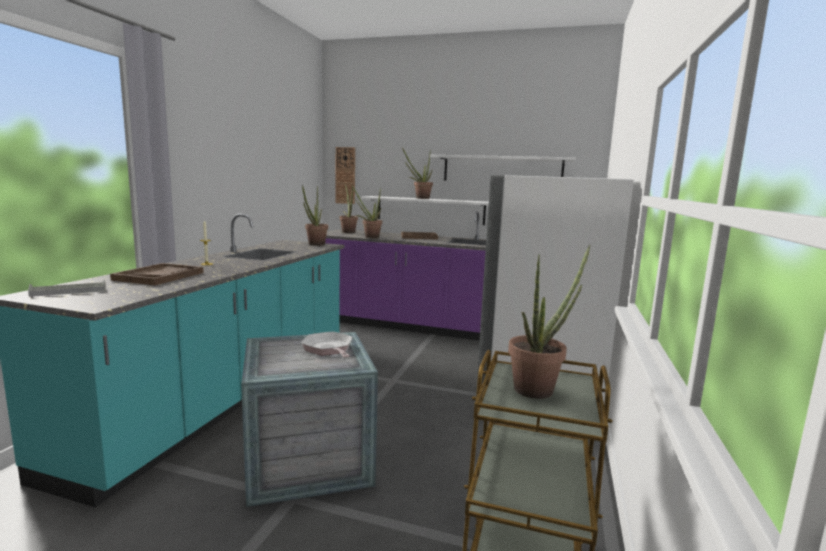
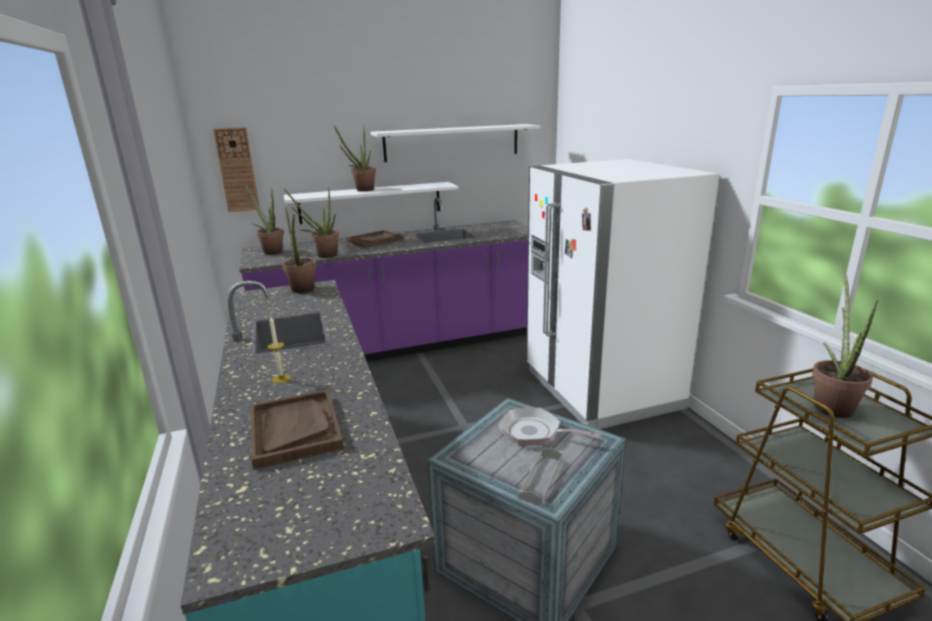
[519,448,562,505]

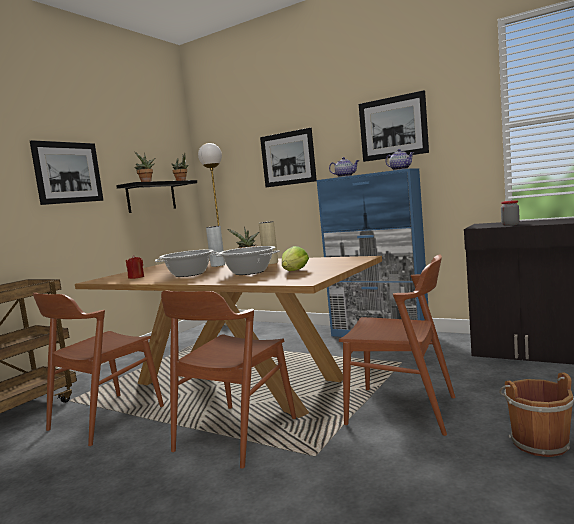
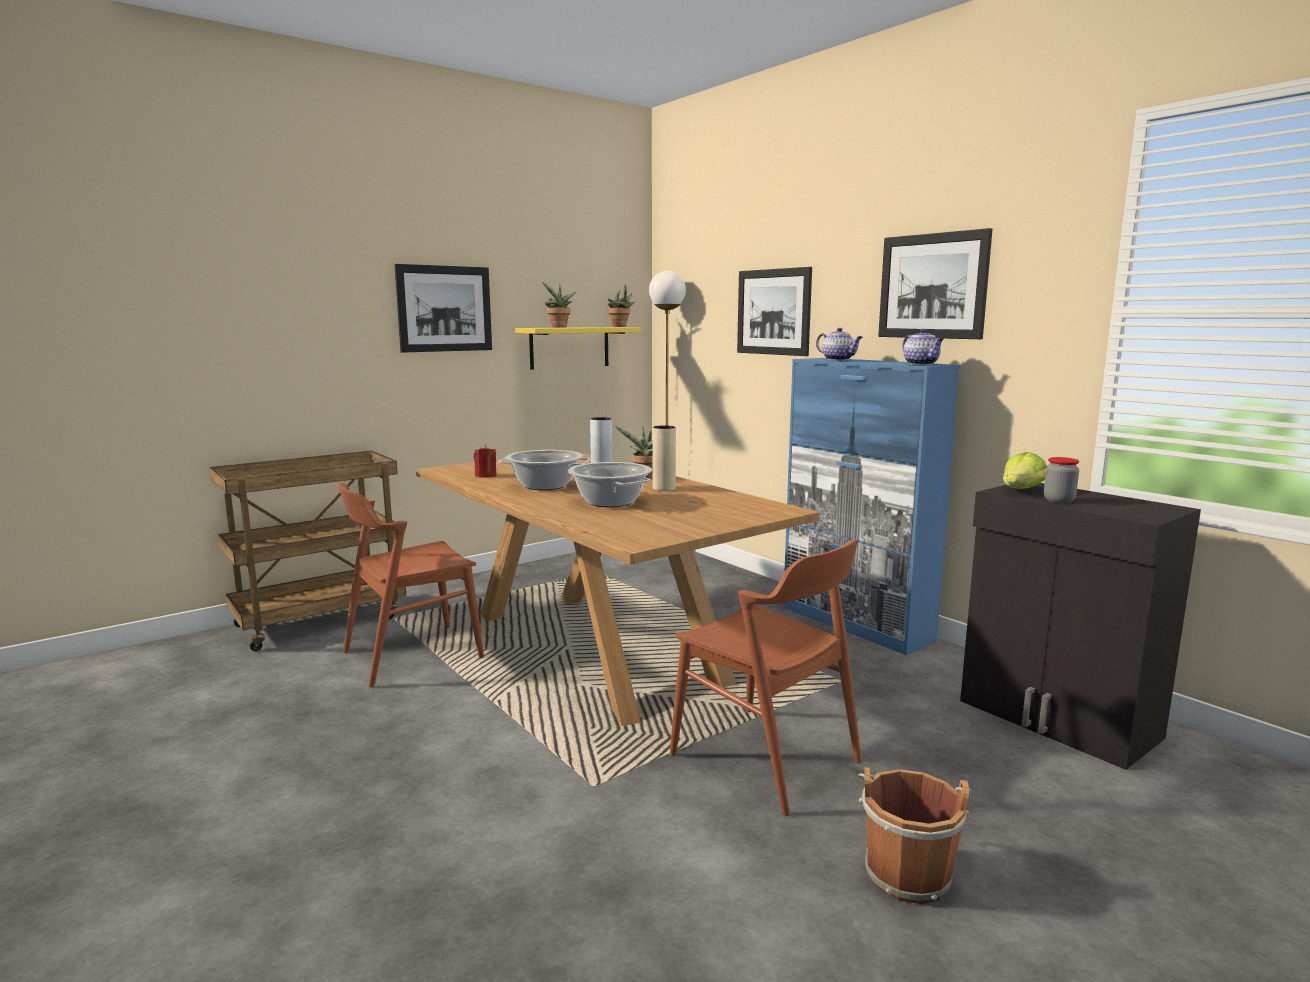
[515,327,641,370]
[161,291,296,469] (first image)
[1003,452,1047,489]

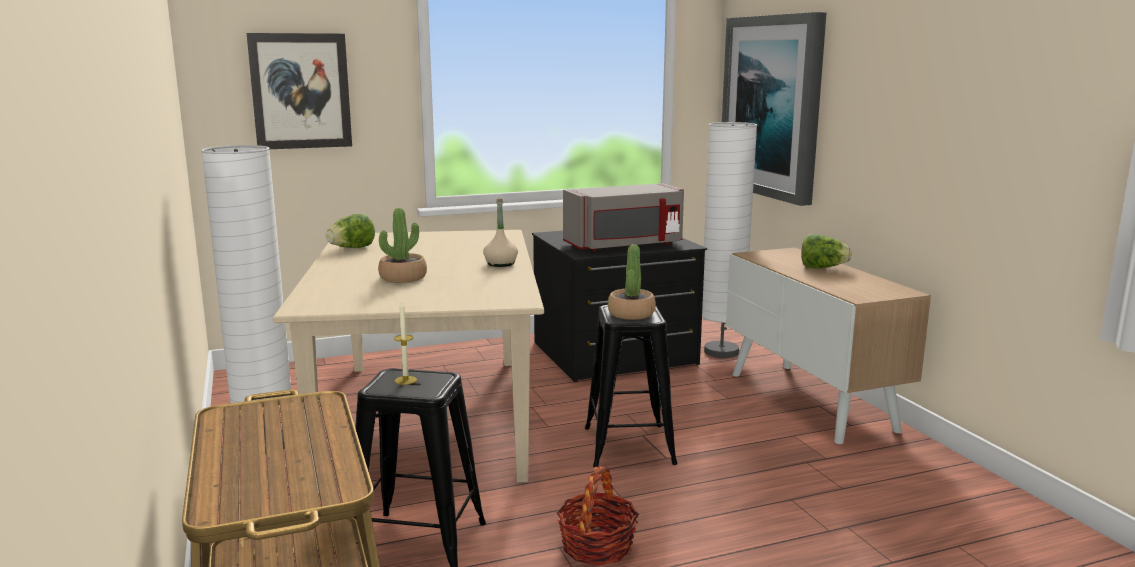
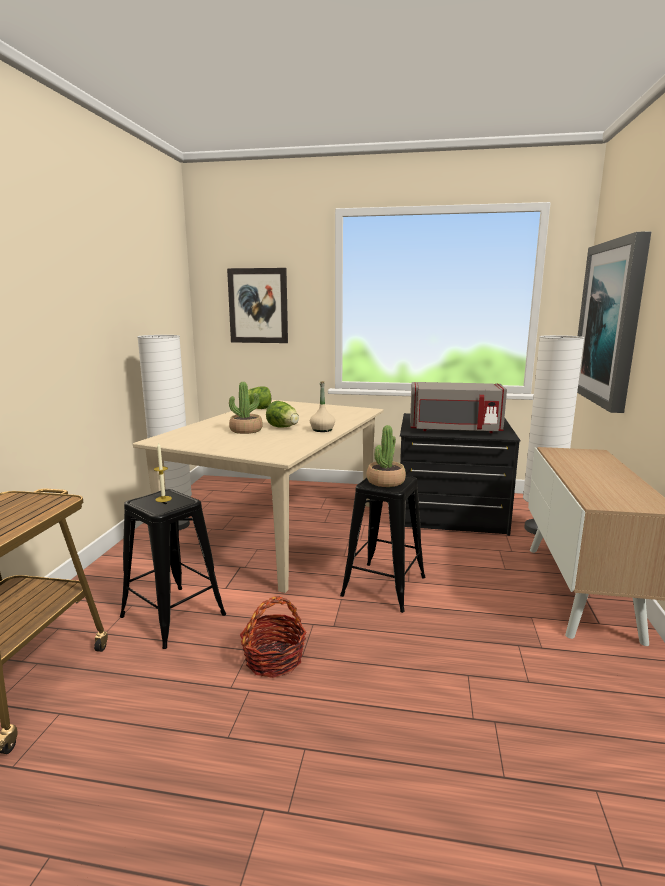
[266,401,299,428]

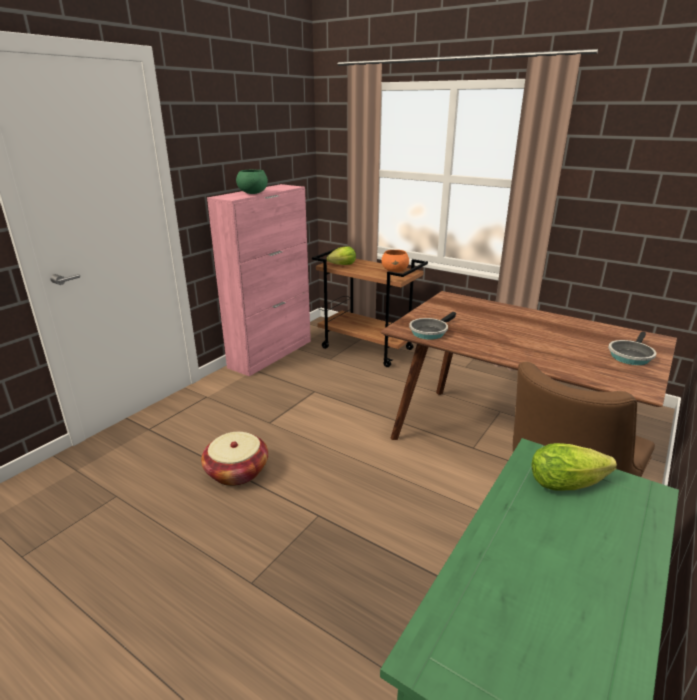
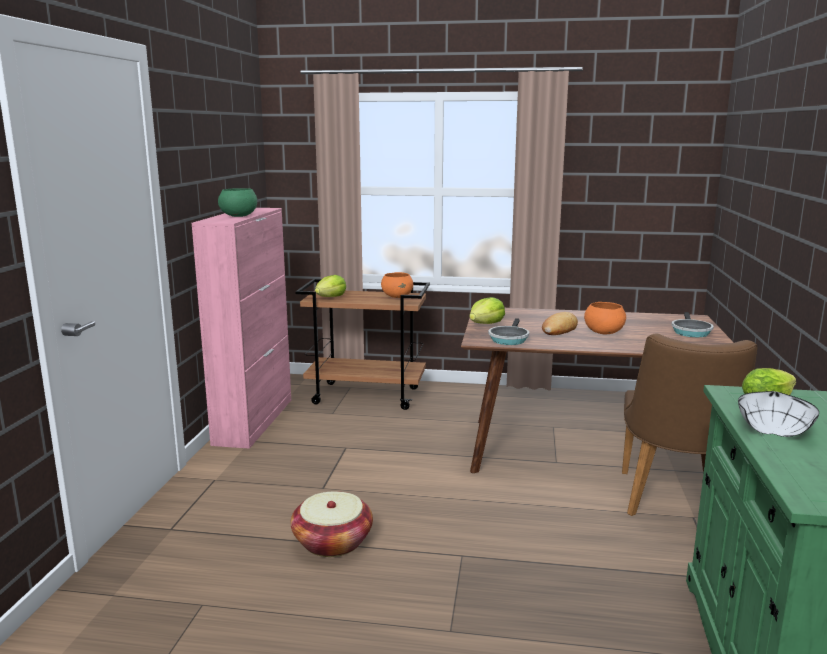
[470,297,505,324]
[542,312,578,335]
[584,302,626,334]
[738,391,819,437]

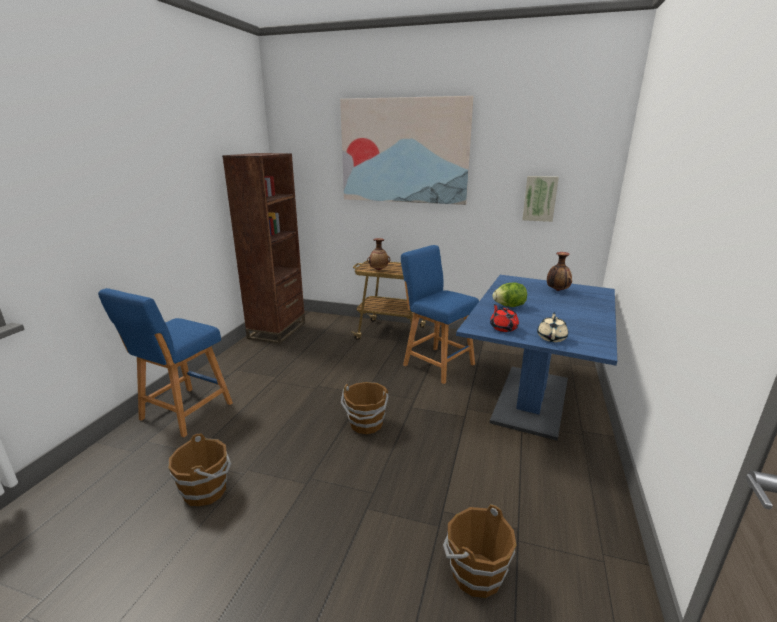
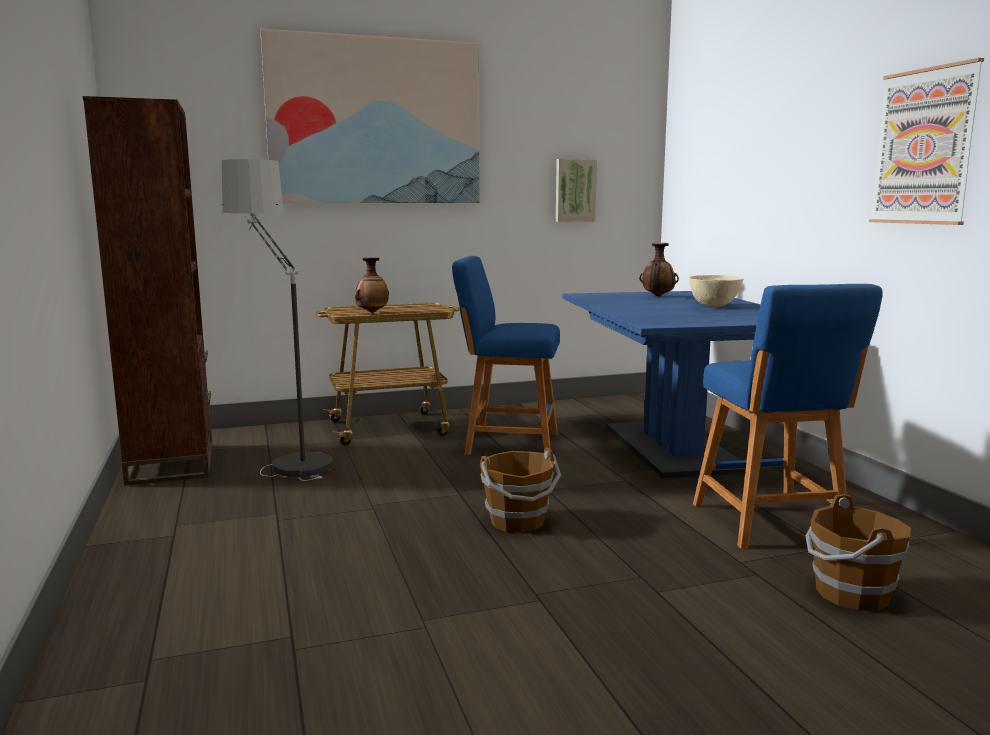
[693,284,883,549]
[169,434,231,506] (first image)
[490,304,519,332] (first image)
[492,283,527,307] (first image)
[537,313,568,342] (first image)
[222,159,333,481]
[689,275,743,307]
[869,58,984,225]

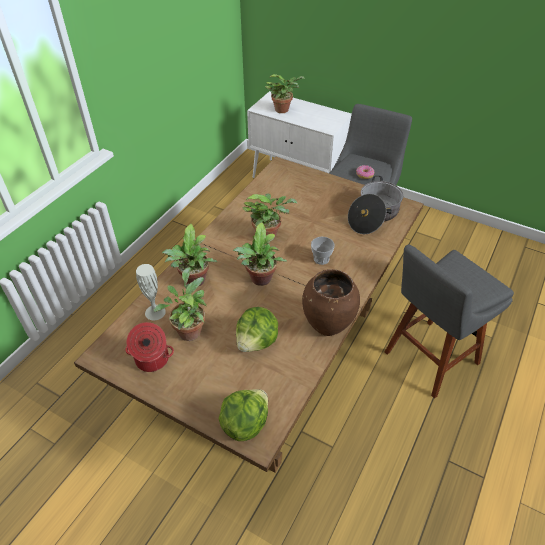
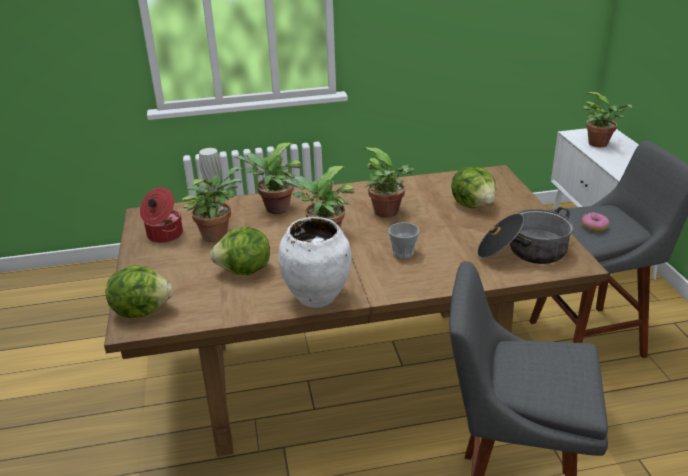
[278,217,352,308]
[451,167,496,208]

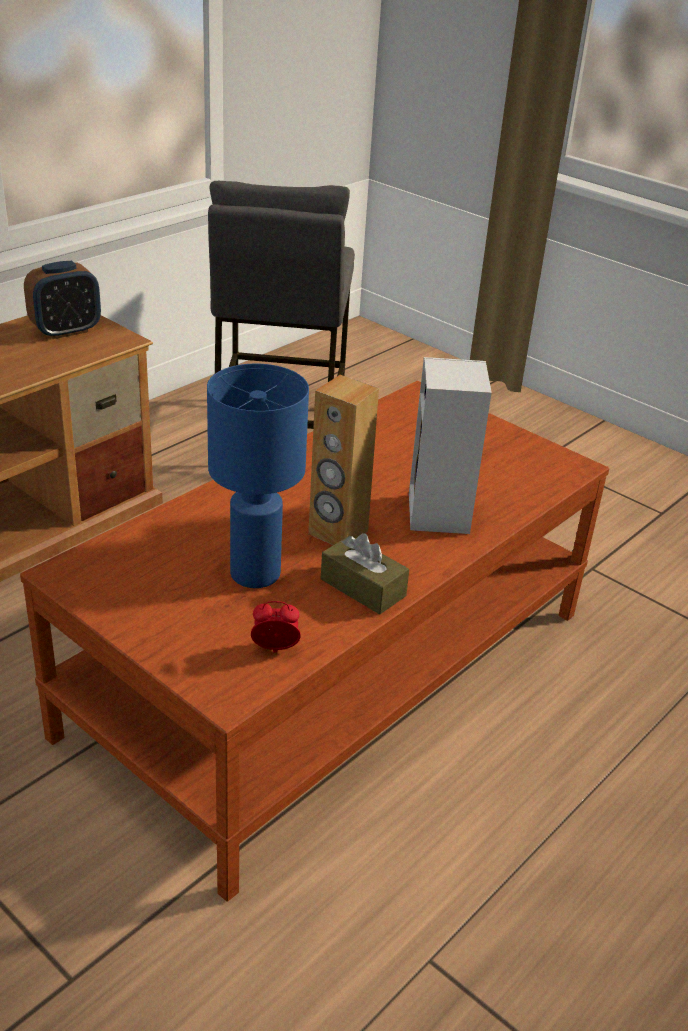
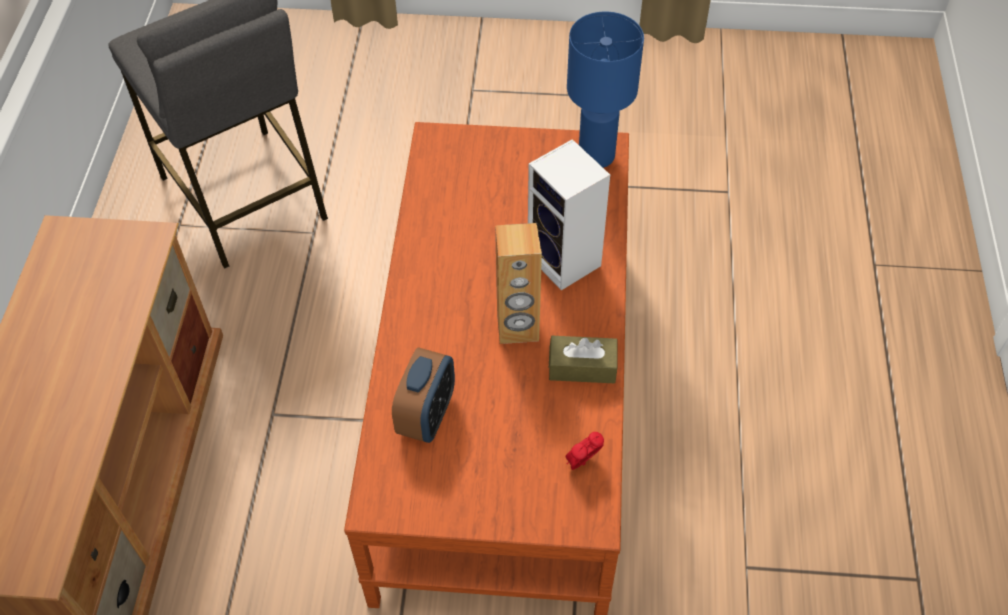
[392,348,455,443]
[567,12,644,168]

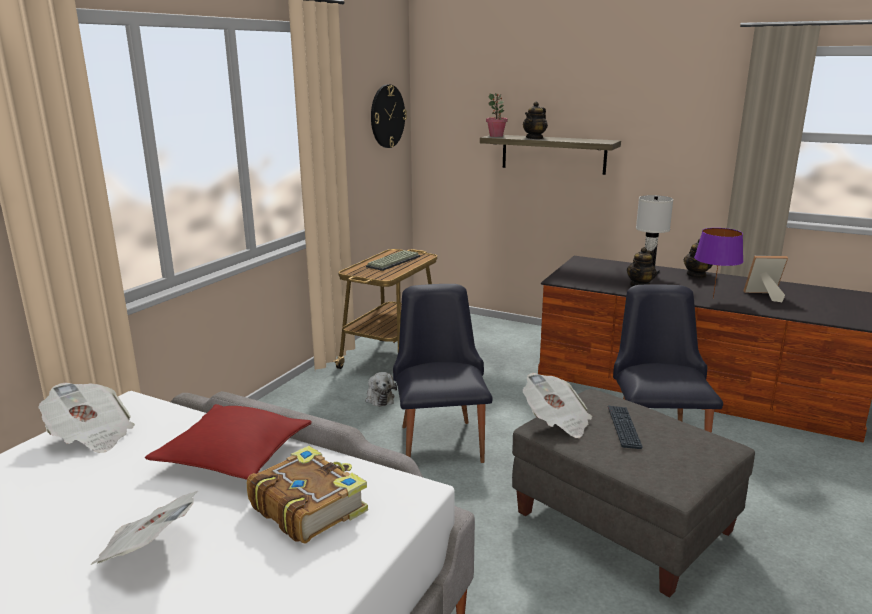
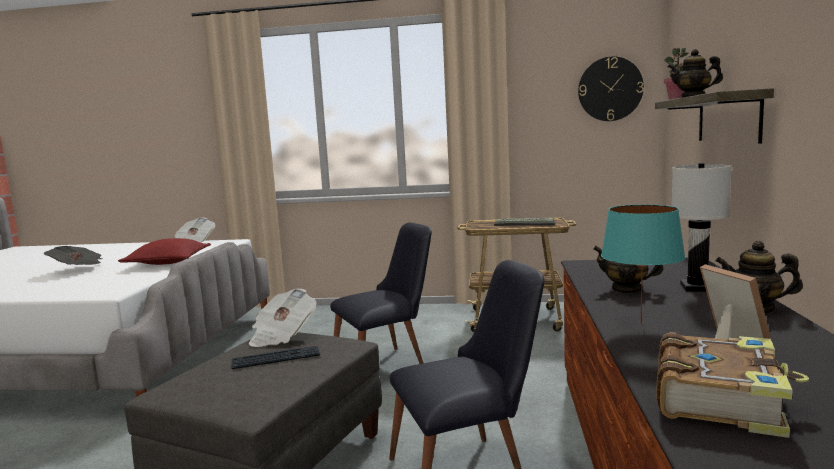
[656,332,809,438]
[365,372,397,407] (first image)
[601,205,686,325]

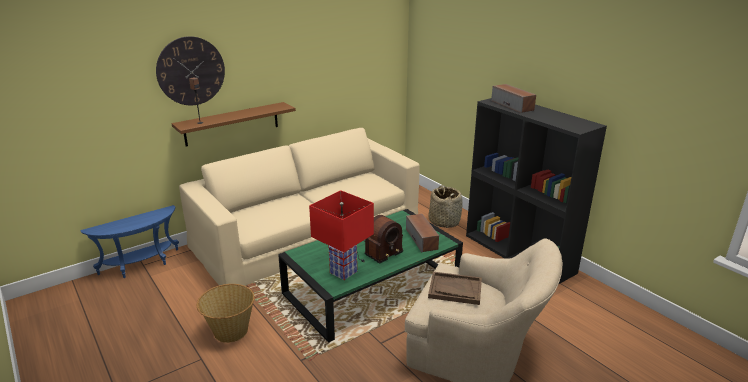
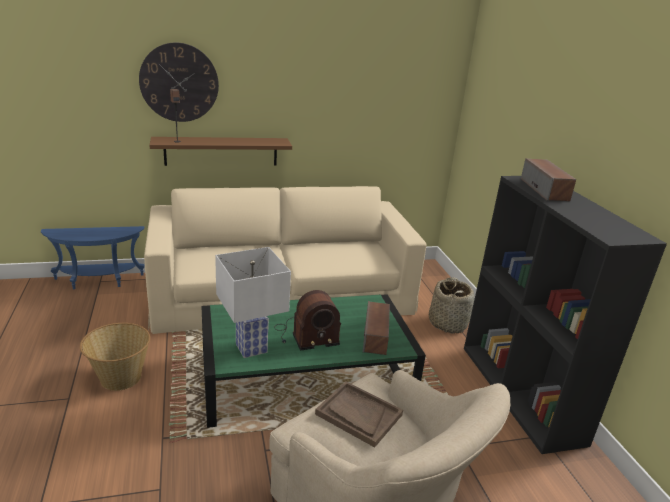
[215,247,291,358]

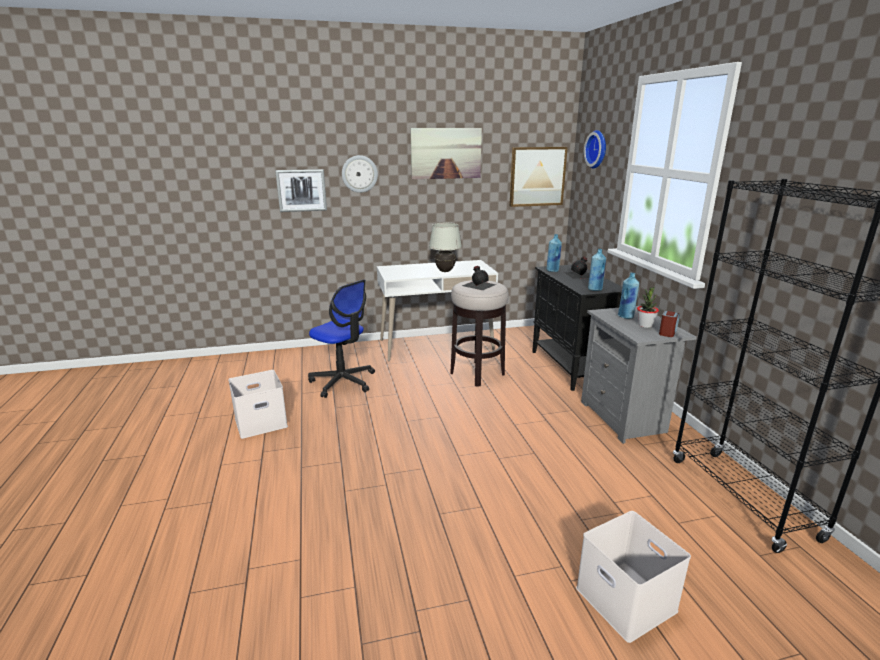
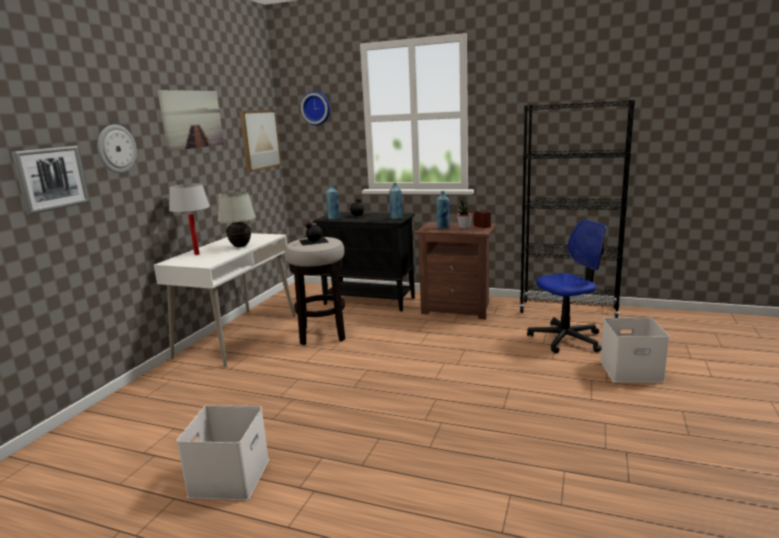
[527,219,606,353]
[415,222,497,320]
[169,184,210,255]

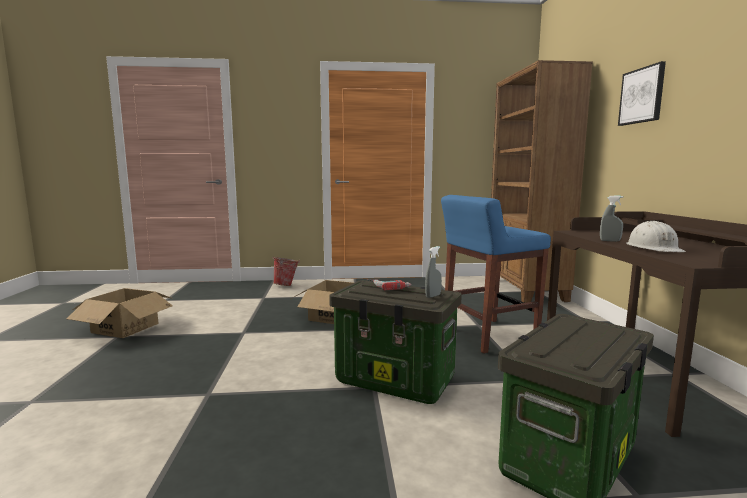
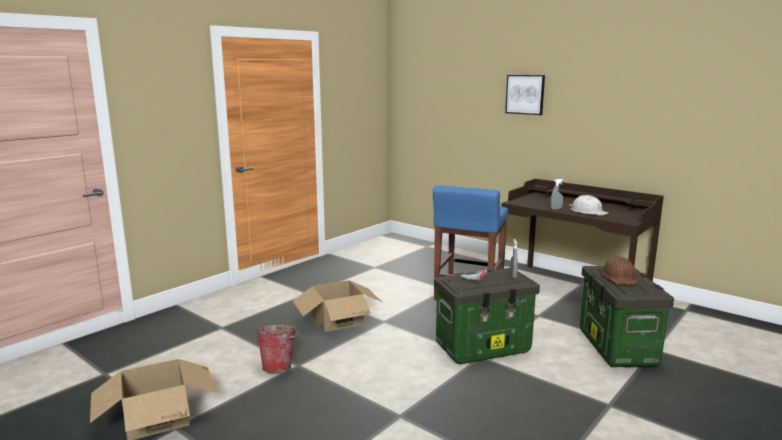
[256,323,299,373]
[491,60,593,303] (first image)
[602,256,637,285]

